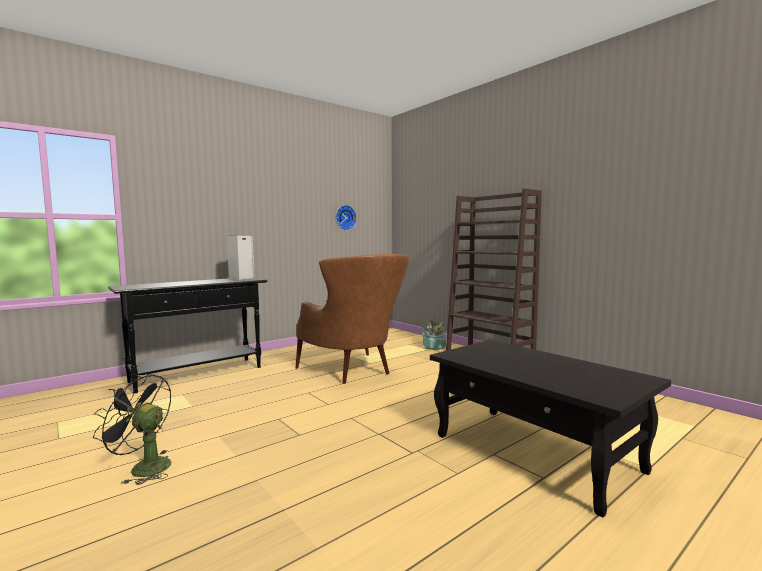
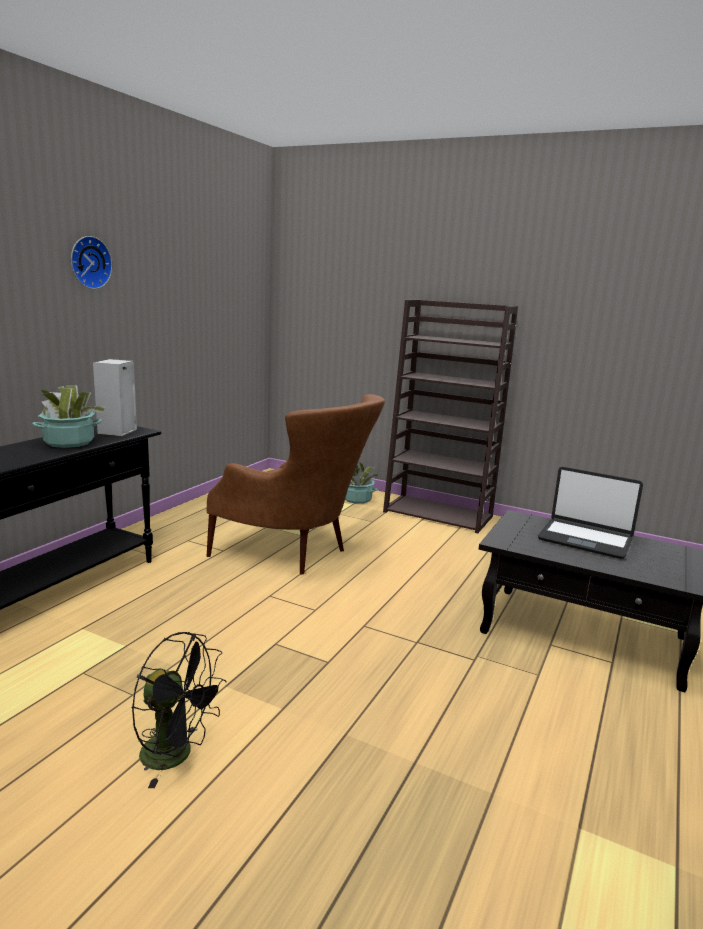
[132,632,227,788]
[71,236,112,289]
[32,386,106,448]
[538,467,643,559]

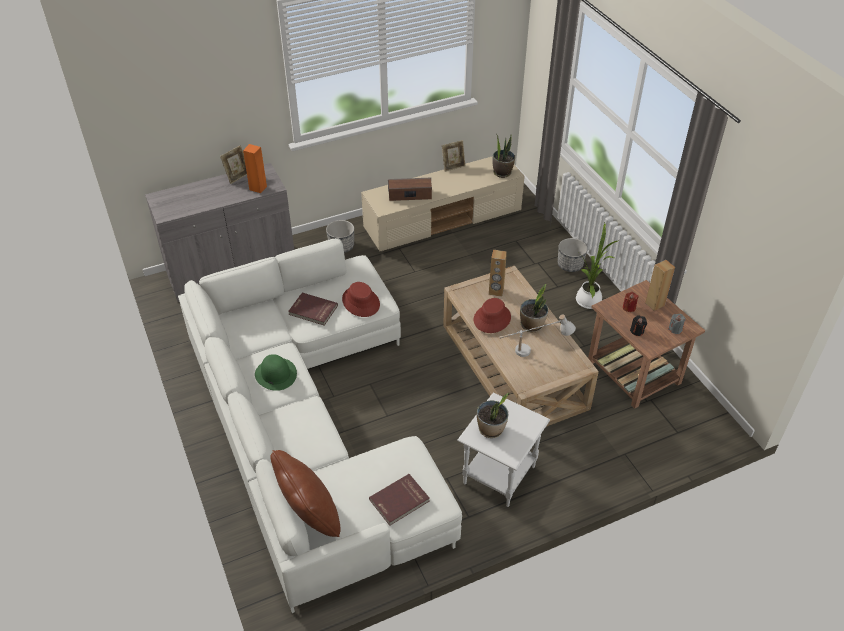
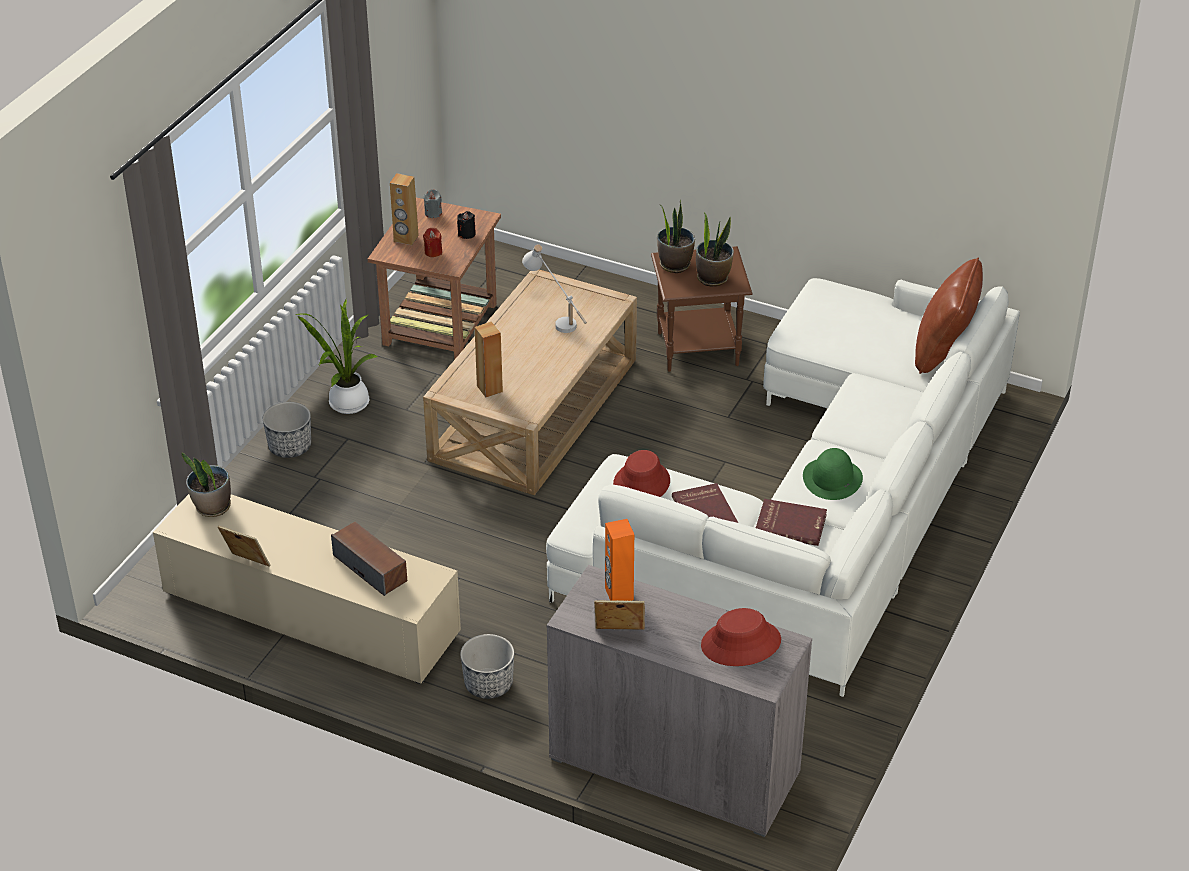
[756,499,827,546]
[651,246,752,372]
[701,608,781,666]
[657,200,695,273]

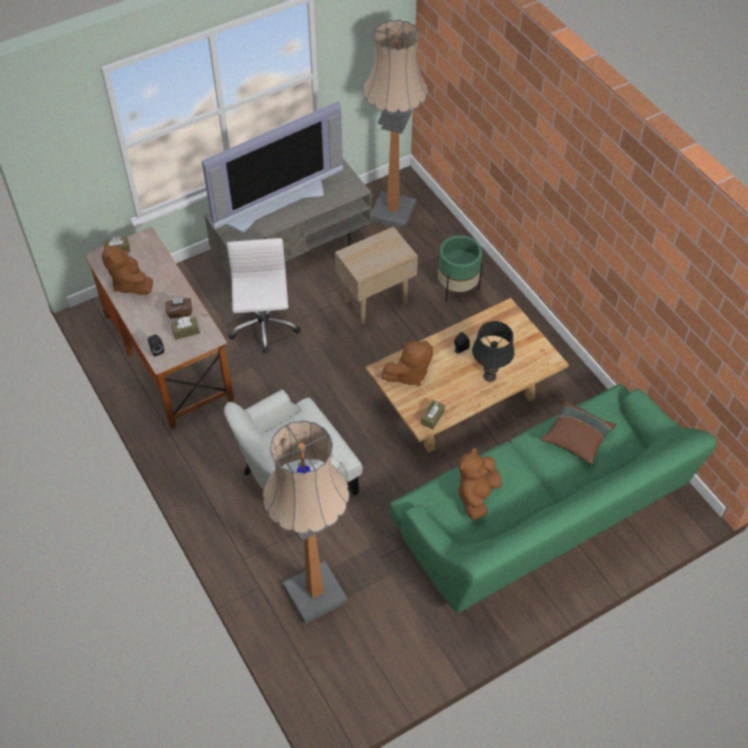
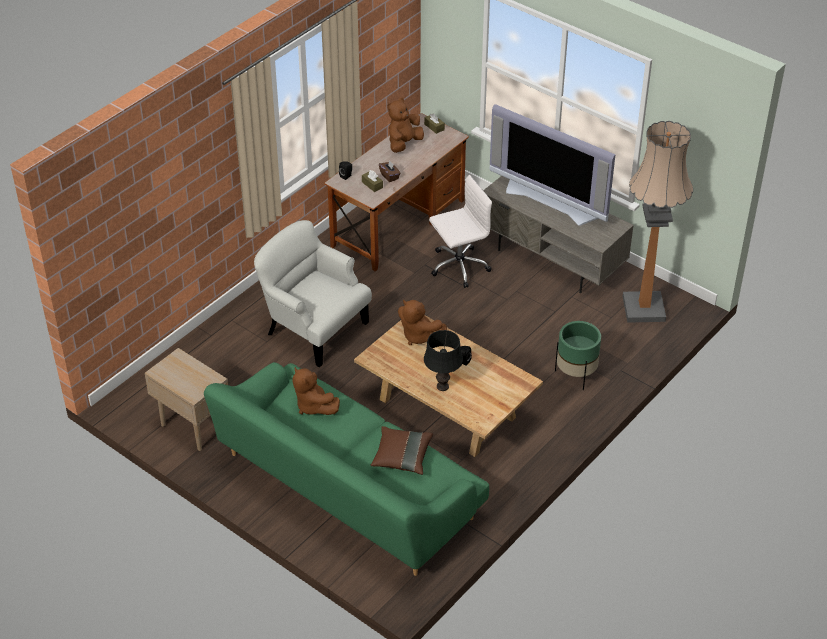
[263,420,349,625] (first image)
[145,348,228,451]
[421,400,445,429] (first image)
[292,367,340,415]

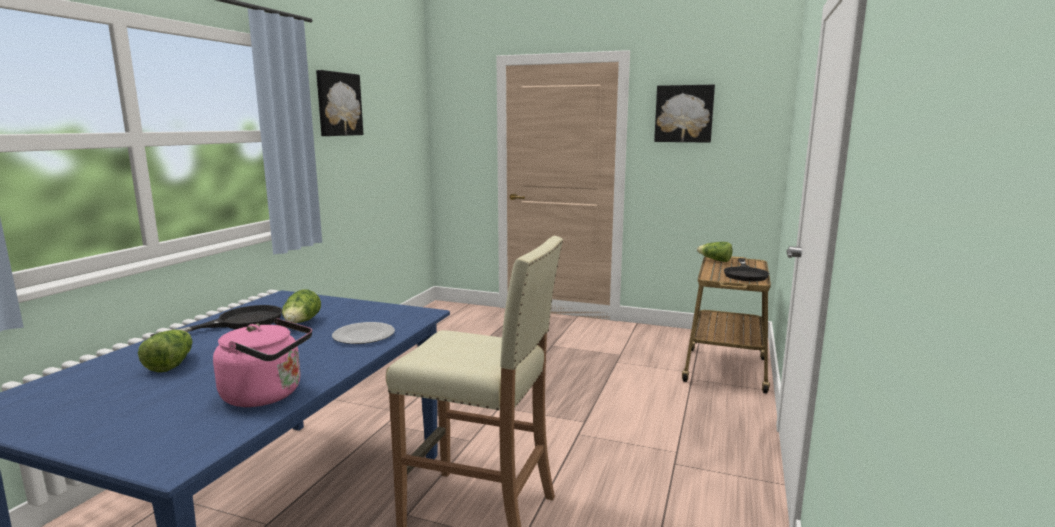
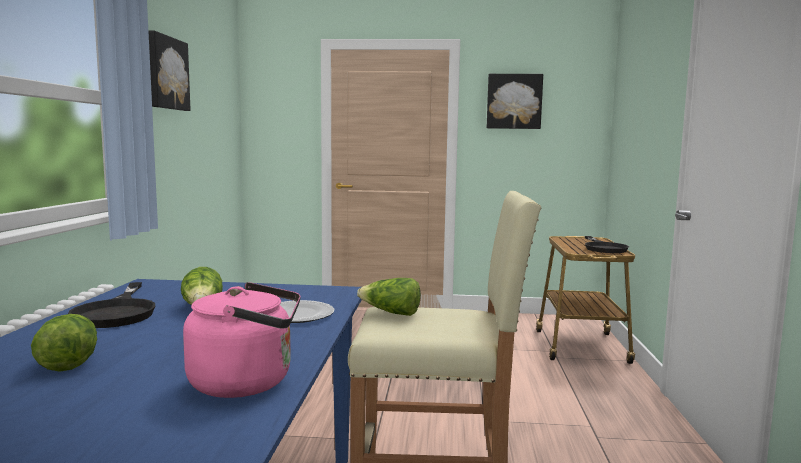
[68,282,155,328]
[357,278,421,316]

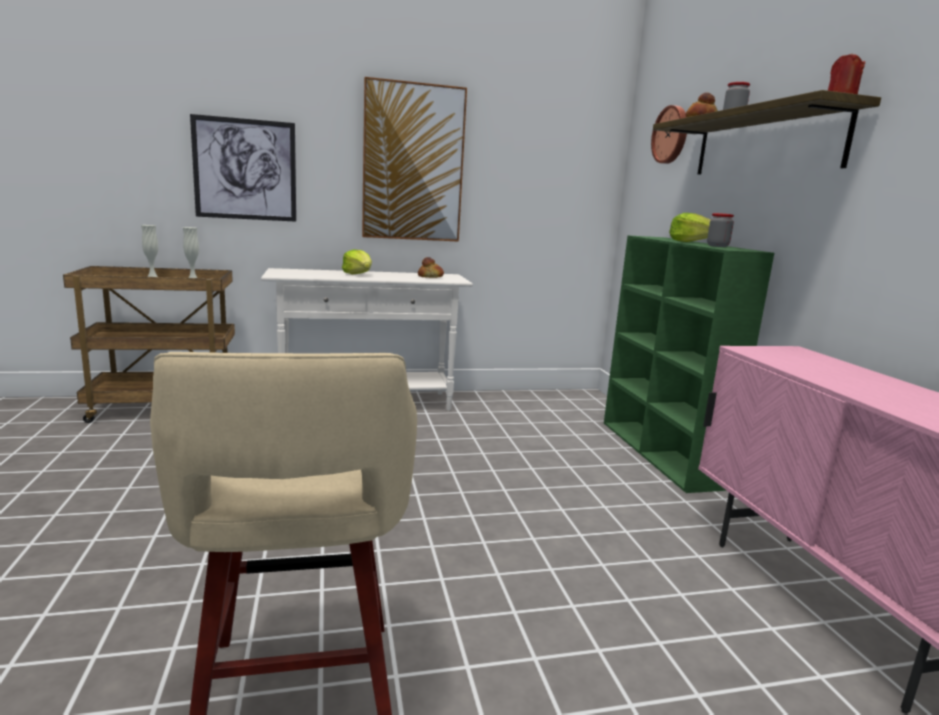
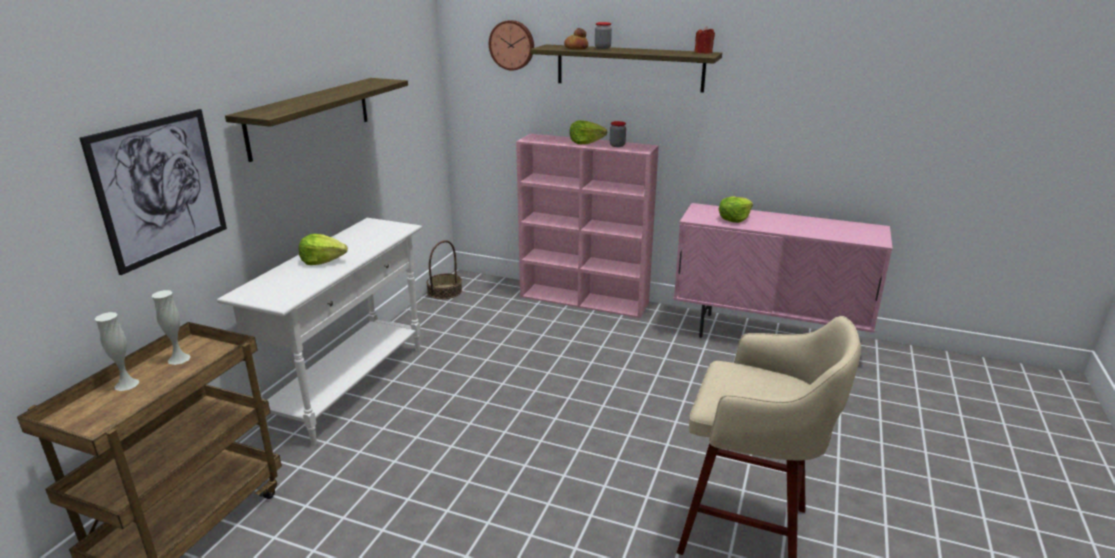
[225,78,408,162]
[418,257,444,278] (first image)
[516,134,659,318]
[426,240,462,299]
[719,196,753,223]

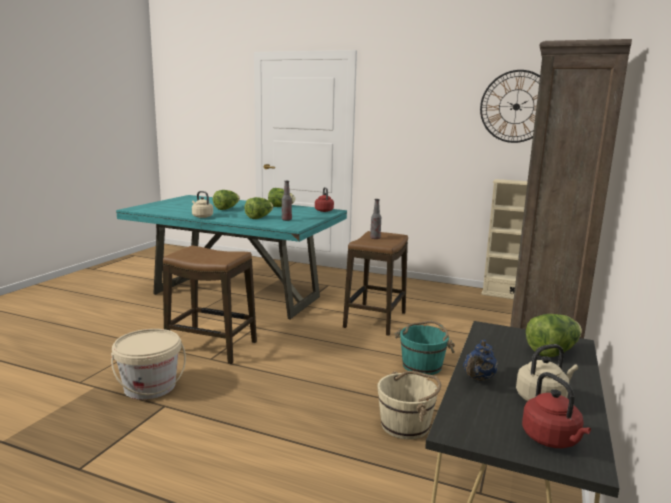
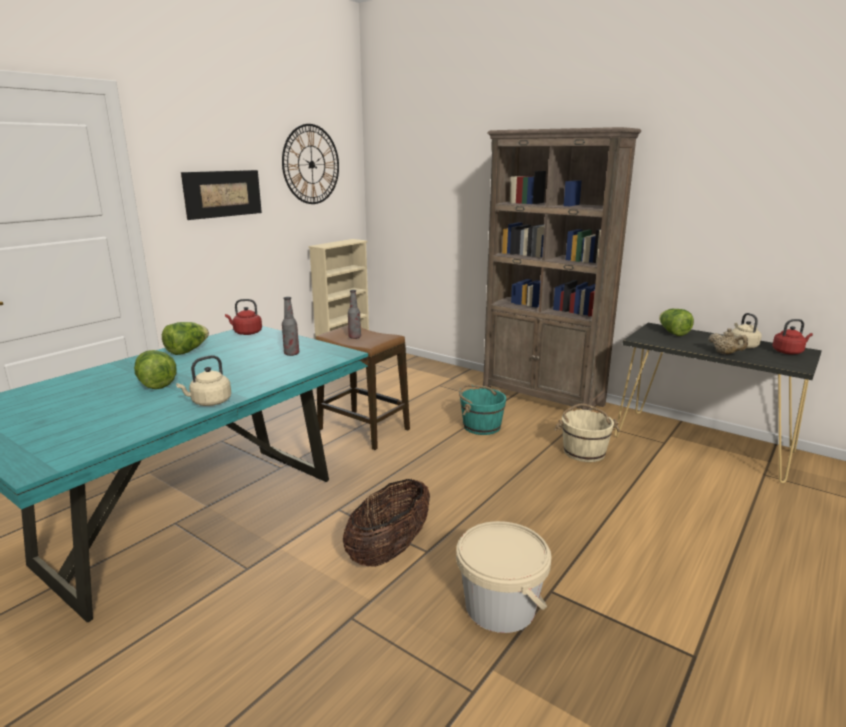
[343,479,430,567]
[244,197,273,219] (first image)
[708,328,748,354]
[181,170,262,220]

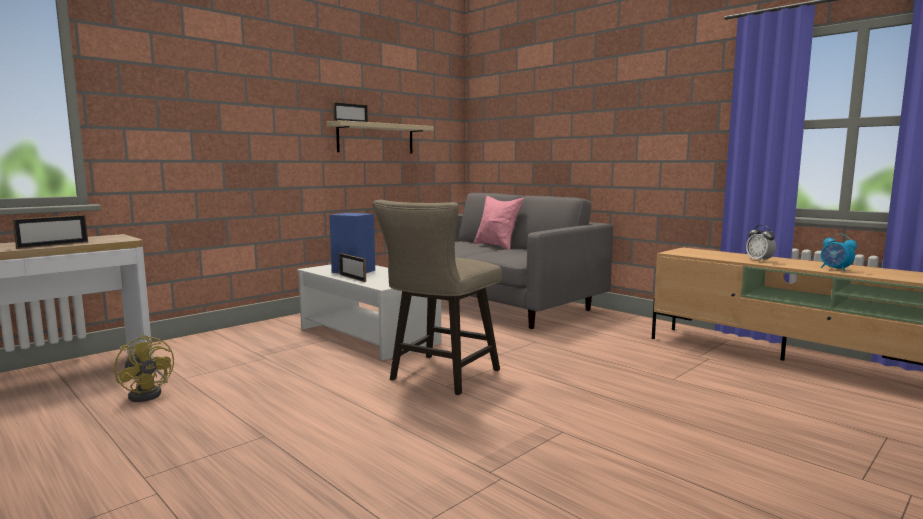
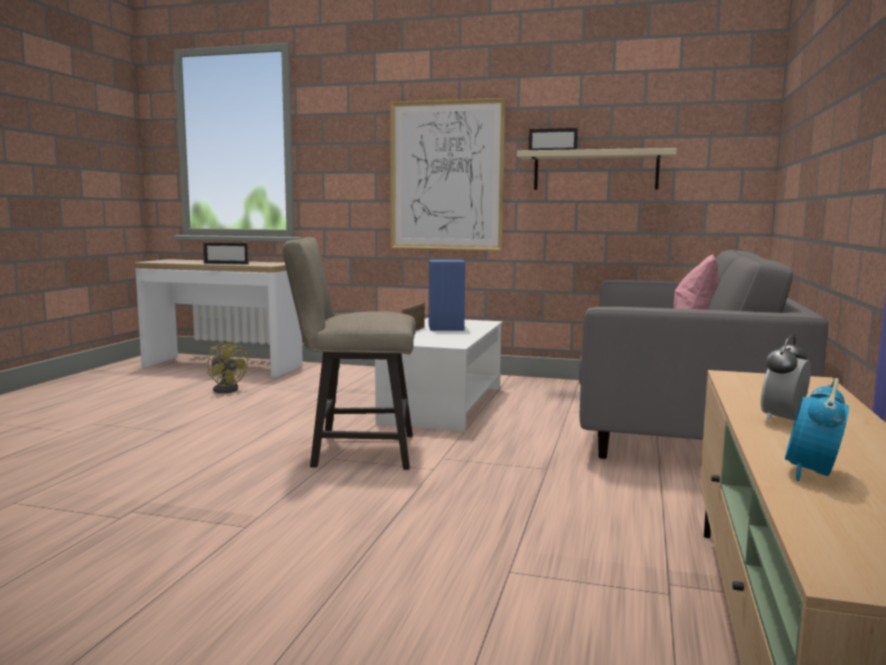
[207,340,248,393]
[390,98,505,251]

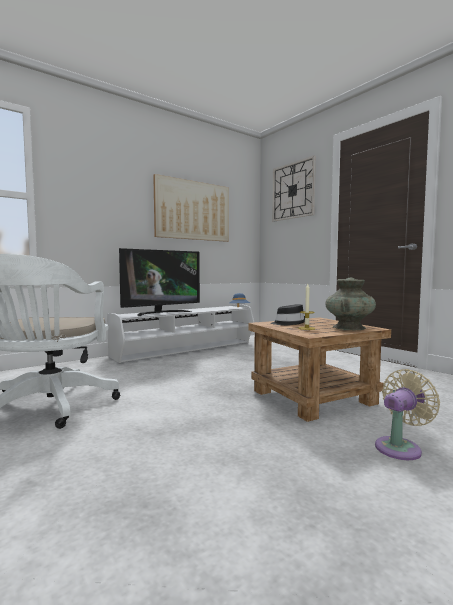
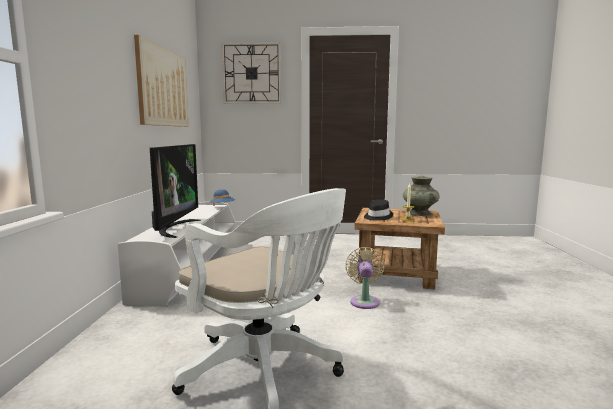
[345,247,385,309]

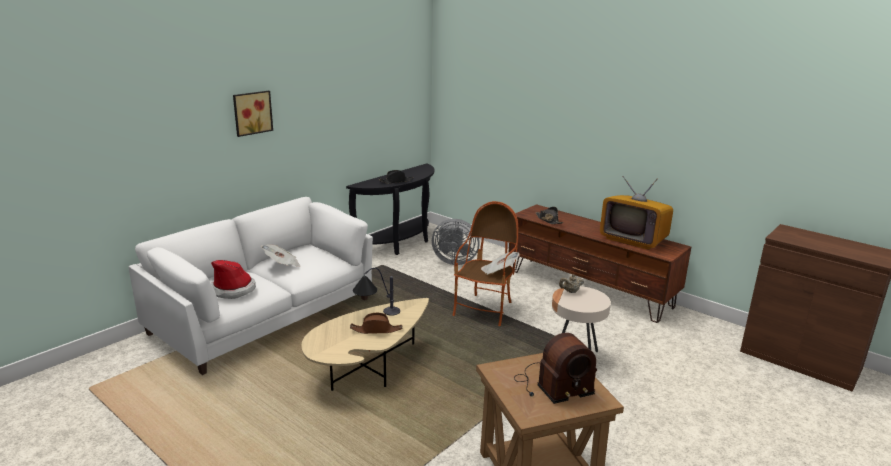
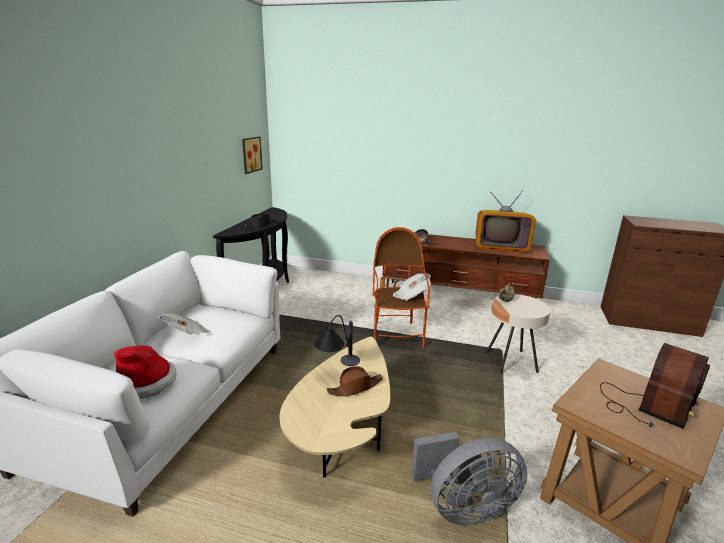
[242,137,263,174]
[411,432,528,526]

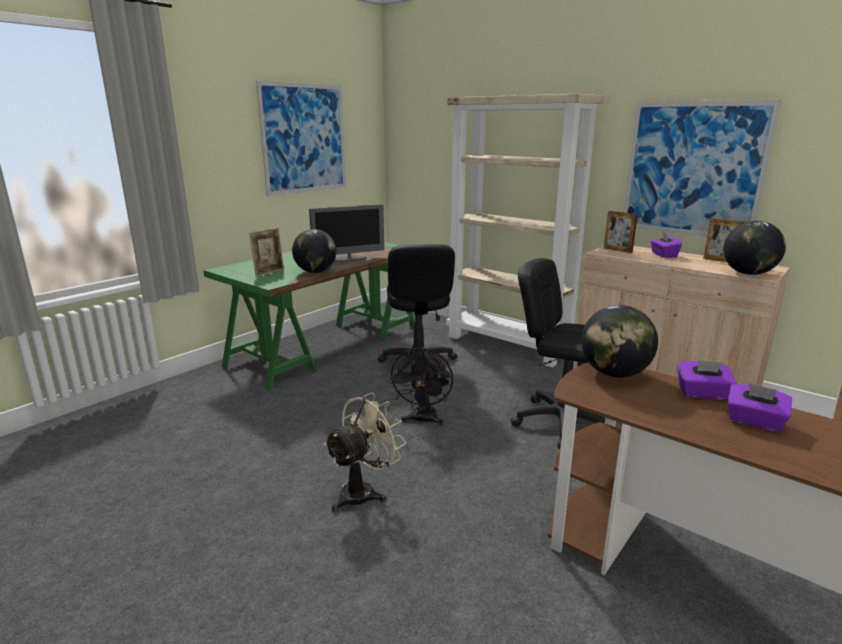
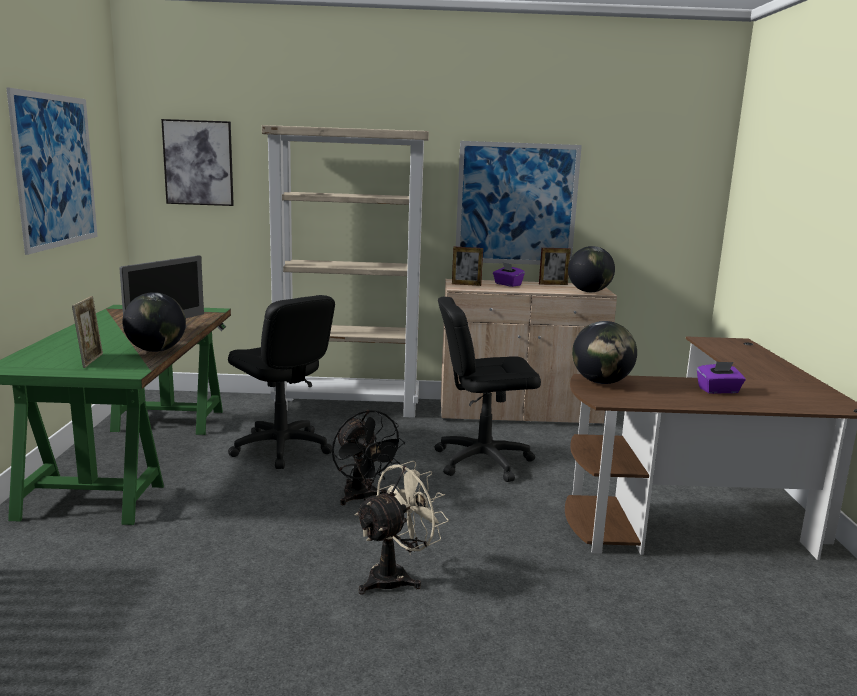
[355,461,449,595]
[677,360,737,400] (first image)
[161,119,234,206]

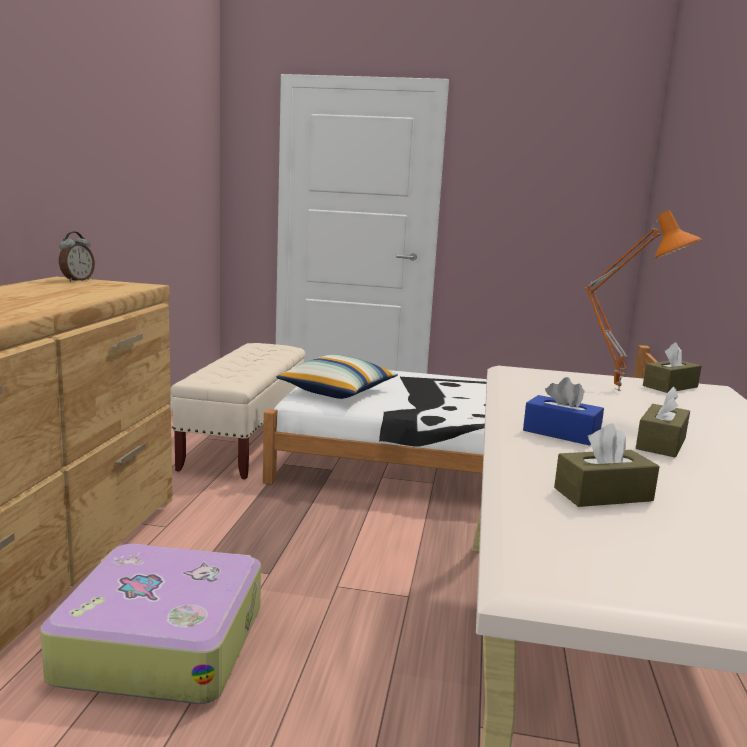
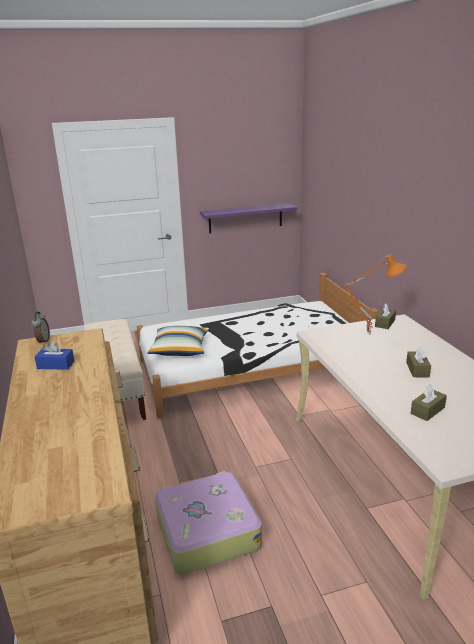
[34,341,74,370]
[200,203,298,233]

